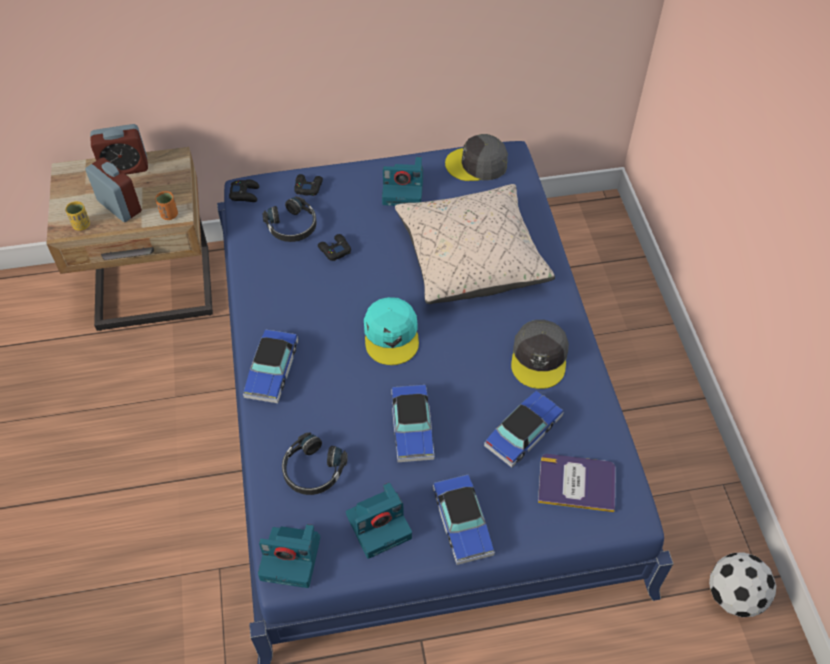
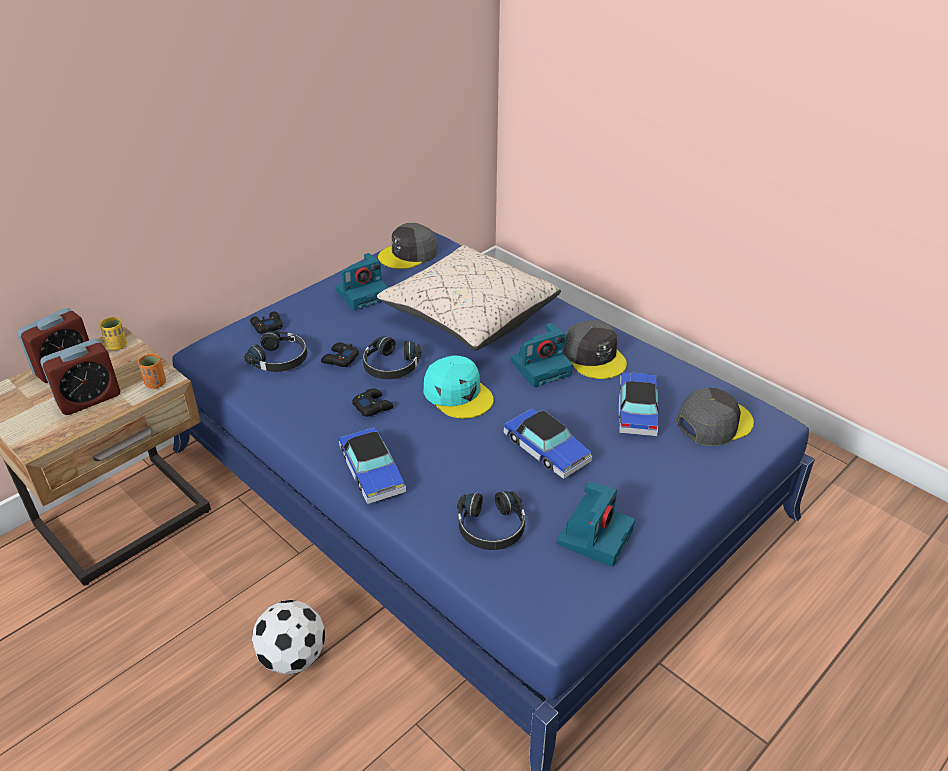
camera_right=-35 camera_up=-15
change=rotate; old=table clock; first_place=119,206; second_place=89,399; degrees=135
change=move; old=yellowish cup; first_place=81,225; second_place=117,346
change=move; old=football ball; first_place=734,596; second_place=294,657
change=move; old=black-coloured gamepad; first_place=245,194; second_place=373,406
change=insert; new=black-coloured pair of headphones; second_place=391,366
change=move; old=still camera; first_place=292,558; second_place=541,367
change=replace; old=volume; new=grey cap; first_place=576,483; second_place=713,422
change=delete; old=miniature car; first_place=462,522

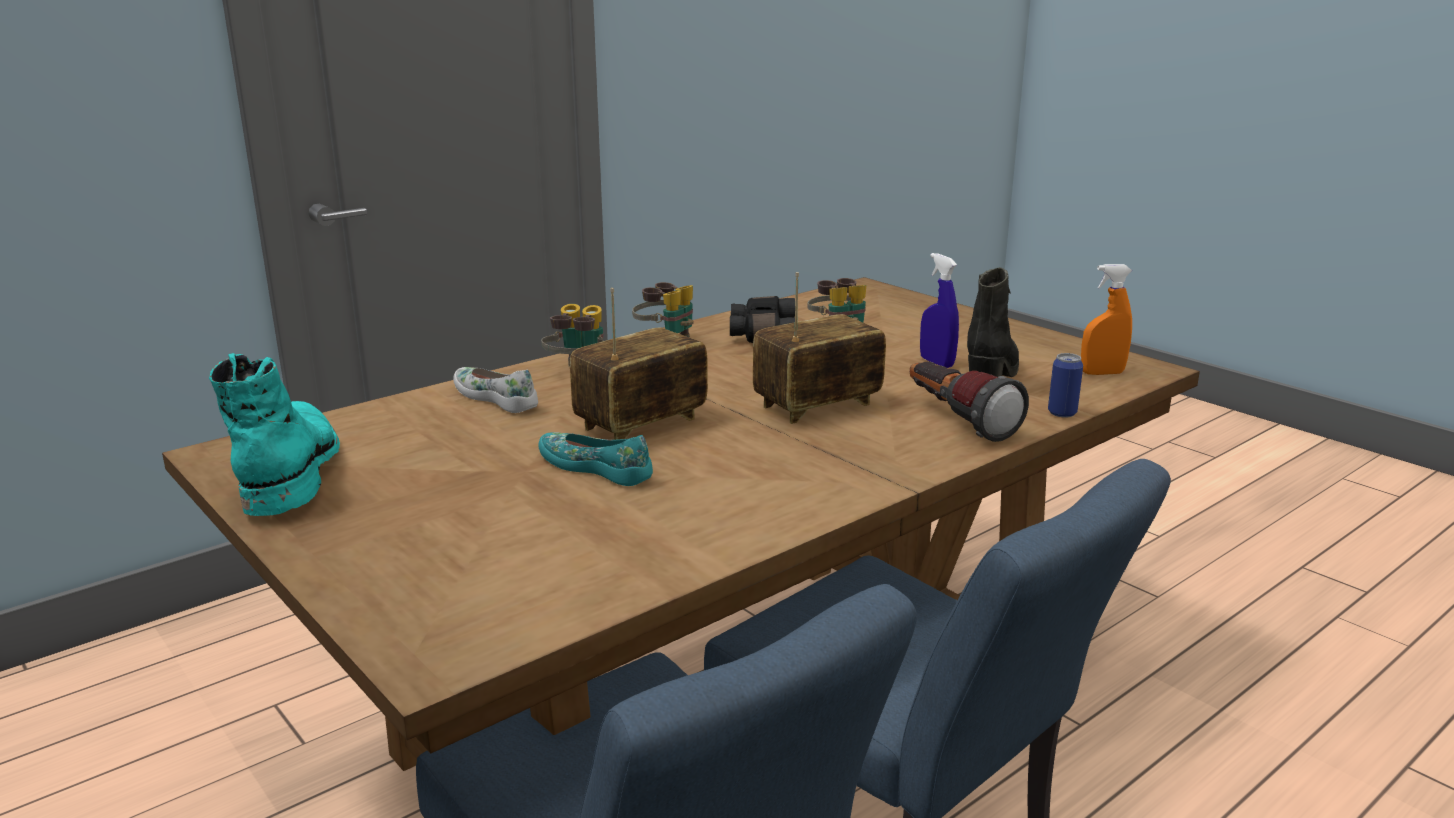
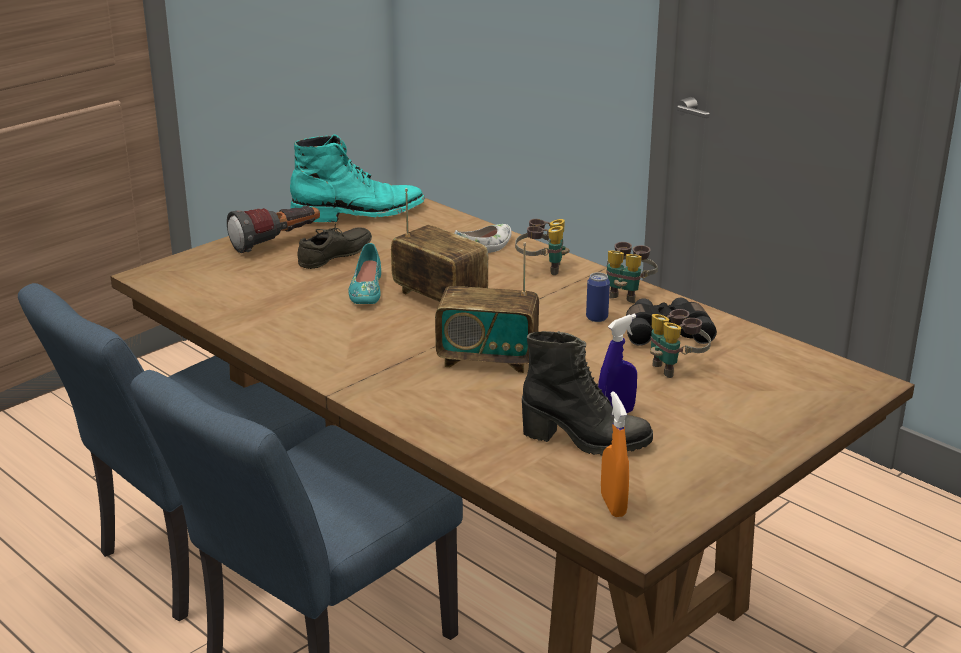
camera_right=85 camera_up=5
change=move; old=hand torch; first_place=957,420; second_place=277,243
change=insert; new=grey low shoe; second_place=337,256
change=rotate; old=blue-green low shoe; first_place=596,467; second_place=366,290; degrees=150
change=rotate; old=radio set; first_place=817,406; second_place=487,359; degrees=135
change=move; old=metal can; first_place=1062,413; second_place=597,318

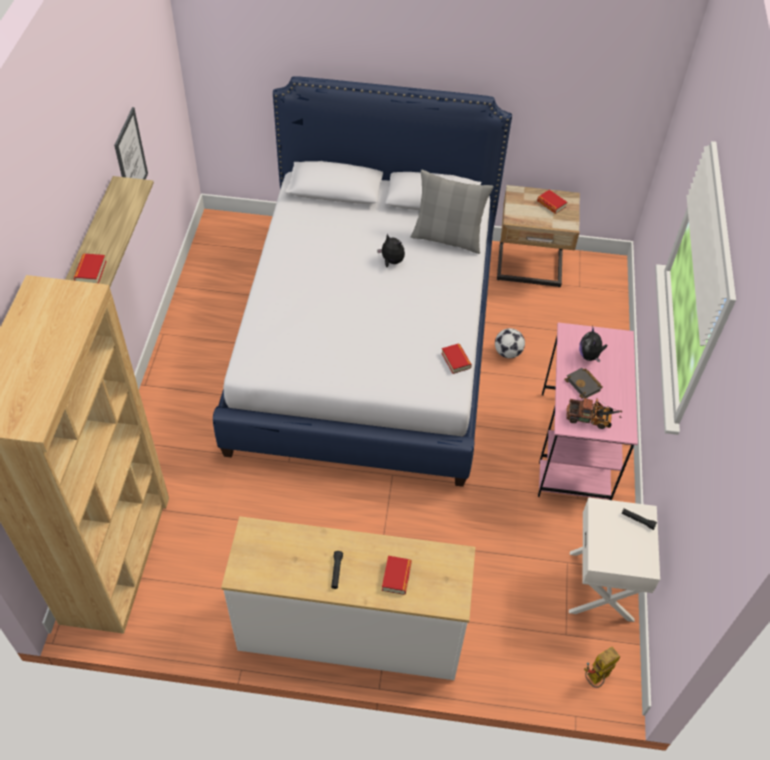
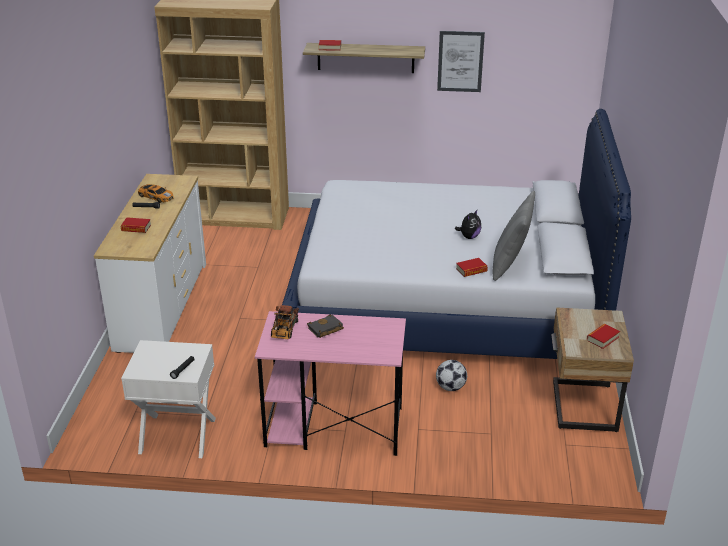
camera_right=90 camera_up=-20
change=insert; new=miniature car; second_place=155,196
change=move; old=volume; first_place=456,360; second_place=471,270
change=delete; old=cuddly toy; first_place=589,356
change=delete; old=robot figure; first_place=595,679

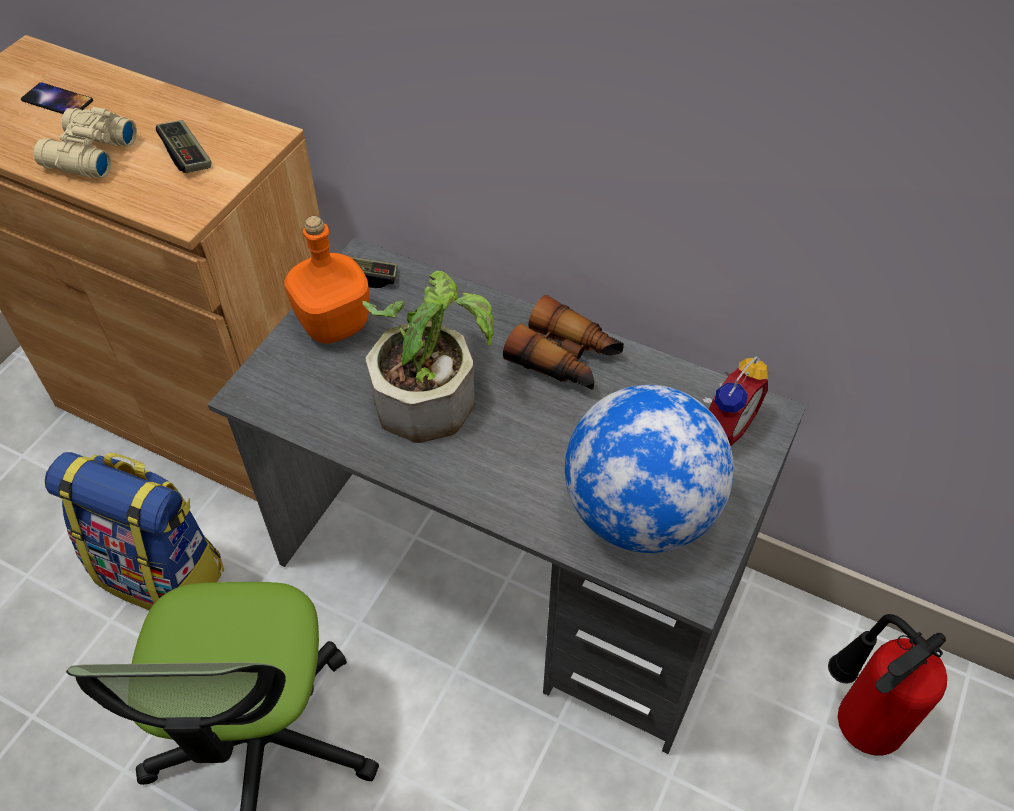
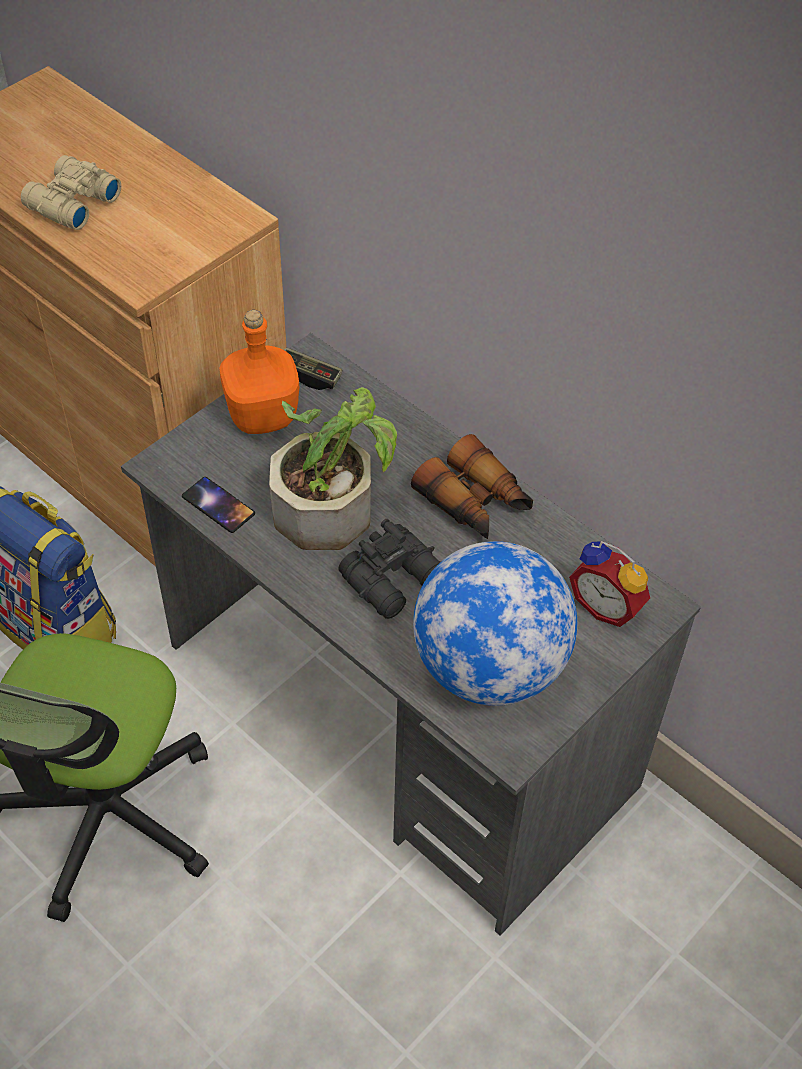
camera_right=15 camera_up=0
change=move; old=telephone; first_place=57,100; second_place=218,505
change=insert; new=black-coloured field glasses; second_place=396,580
change=rotate; old=table clock; first_place=724,425; second_place=607,605; degrees=75
change=delete; old=gamepad; first_place=186,156
change=delete; old=fire extinguisher; first_place=856,721

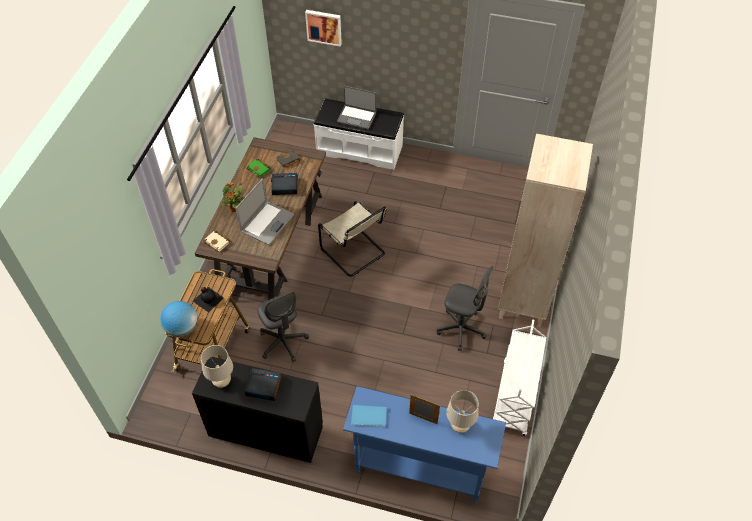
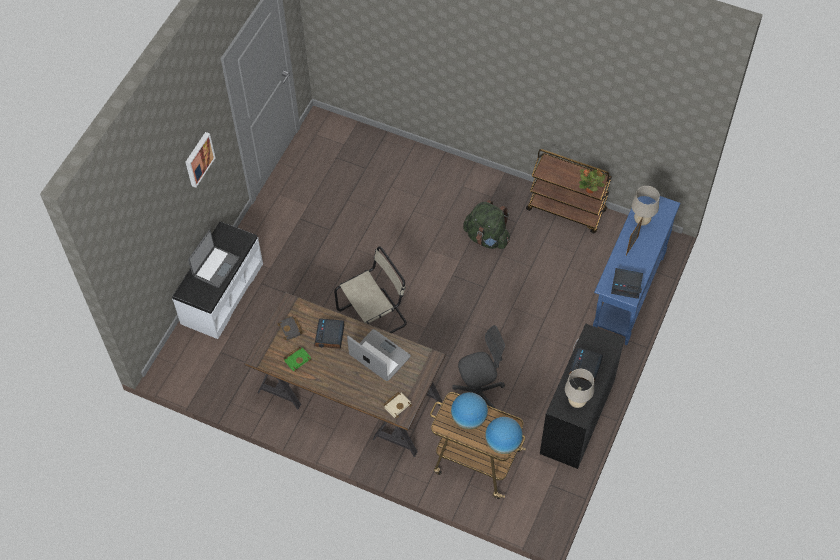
camera_right=-80 camera_up=5
change=move; old=wall art; first_place=324,27; second_place=198,159
change=replace; old=black-coloured beverage bottle; new=desk globe; first_place=208,299; second_place=468,418
change=replace; old=grey computer chair; new=green backpack; first_place=461,329; second_place=487,237
change=recolor; old=white-coloured trolley; new=brown-coloured trolley; first_place=514,398; second_place=567,210
change=move; old=plant in a pot; first_place=235,209; second_place=590,190
change=replace; old=bluish volume; new=table clock; first_place=369,417; second_place=627,285
change=delete; old=sand-coloured shelving unit; first_place=523,303

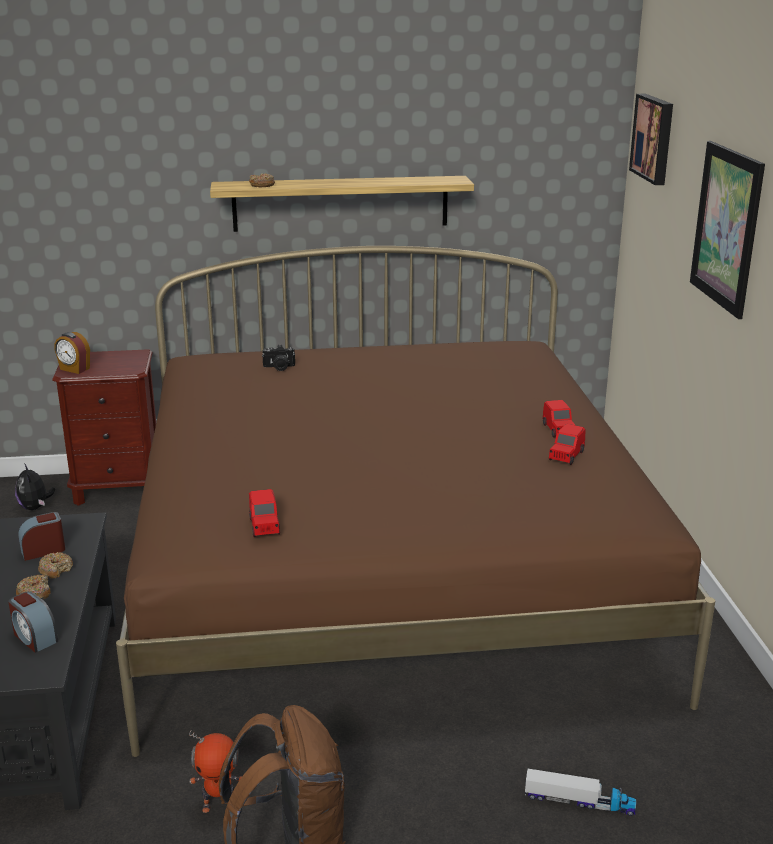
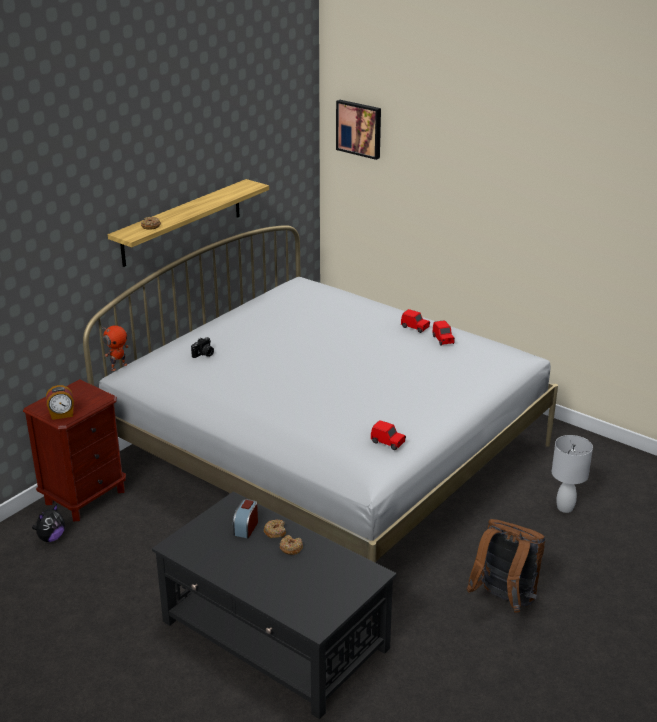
camera_right=-45 camera_up=5
change=rotate; old=cuddly toy; first_place=35,507; second_place=51,538; degrees=-75
change=recolor; old=brown-coloured bedroom bed; new=white-coloured bedroom bed; first_place=386,568; second_place=328,456
change=move; old=robot figure; first_place=219,806; second_place=118,366
change=replace; old=toy truck; new=white-coloured tabletop lamp; first_place=579,801; second_place=564,508
change=delete; old=table clock; first_place=34,637
change=delete; old=wall art; first_place=726,227

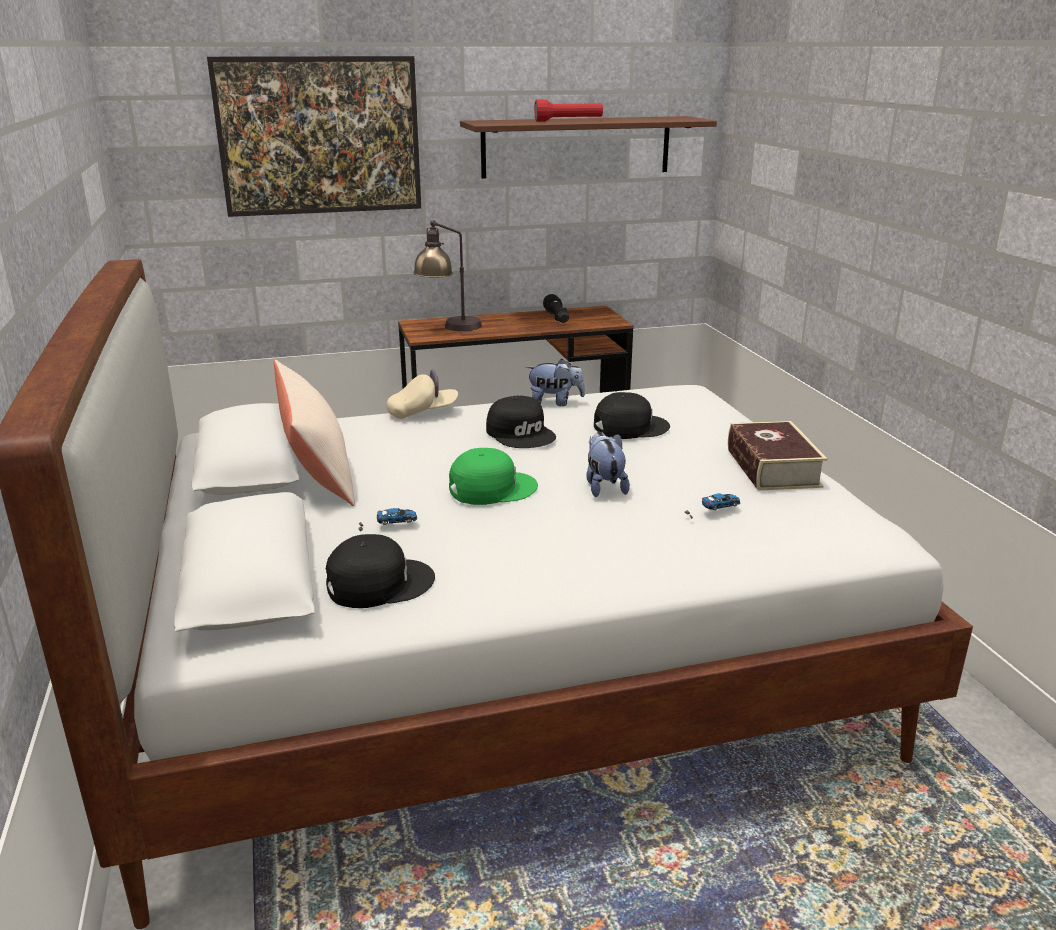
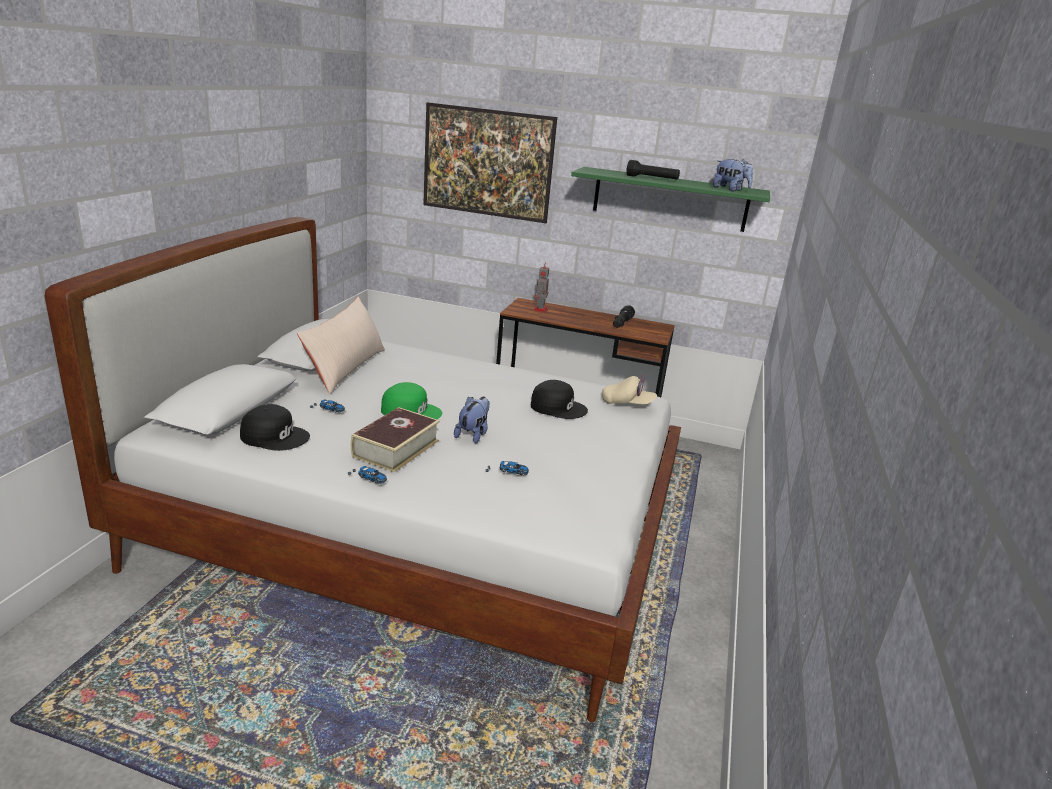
camera_right=30 camera_up=0
change=insert; new=miniature car; second_place=367,480
change=move; old=volume; first_place=772,468; second_place=396,448
change=replace; old=tabletop lamp; new=robot figure; first_place=449,327; second_place=540,310
change=recolor; old=brown-coloured bracket shelf; new=green bracket shelf; first_place=576,147; second_place=670,199
change=move; old=sand-coloured cap; first_place=423,412; second_place=627,404
change=recolor; old=red hand torch; new=black-coloured hand torch; first_place=568,121; second_place=652,179
change=move; old=cuddly toy; first_place=555,402; second_place=730,190
change=delete; old=black-coloured cap; first_place=521,433

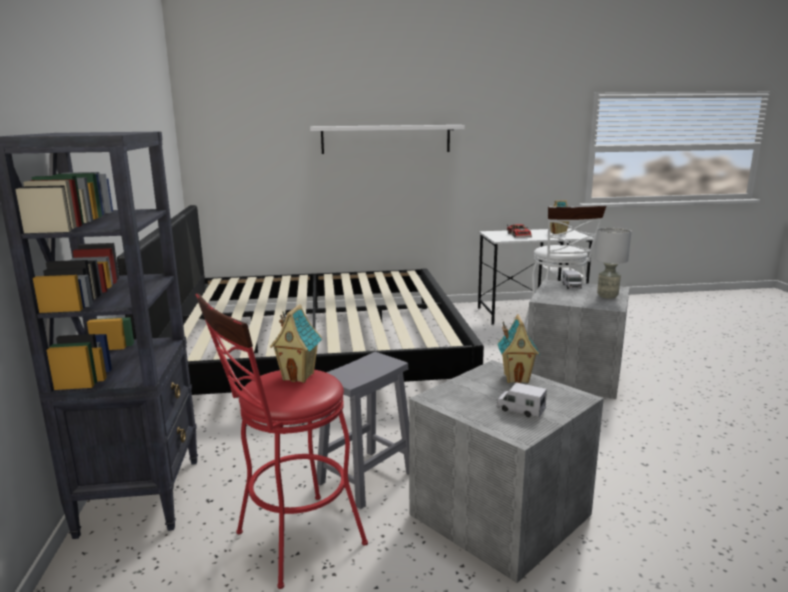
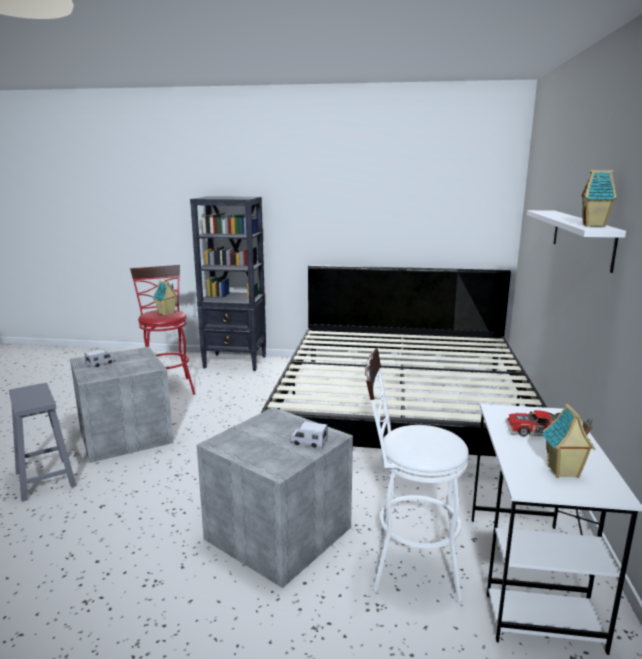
camera_right=105 camera_up=0
change=move; old=grey stool seat; first_place=367,477; second_place=46,479
change=move; old=toy house; first_place=516,378; second_place=594,225
change=delete; old=grey tabletop lamp; first_place=607,296

